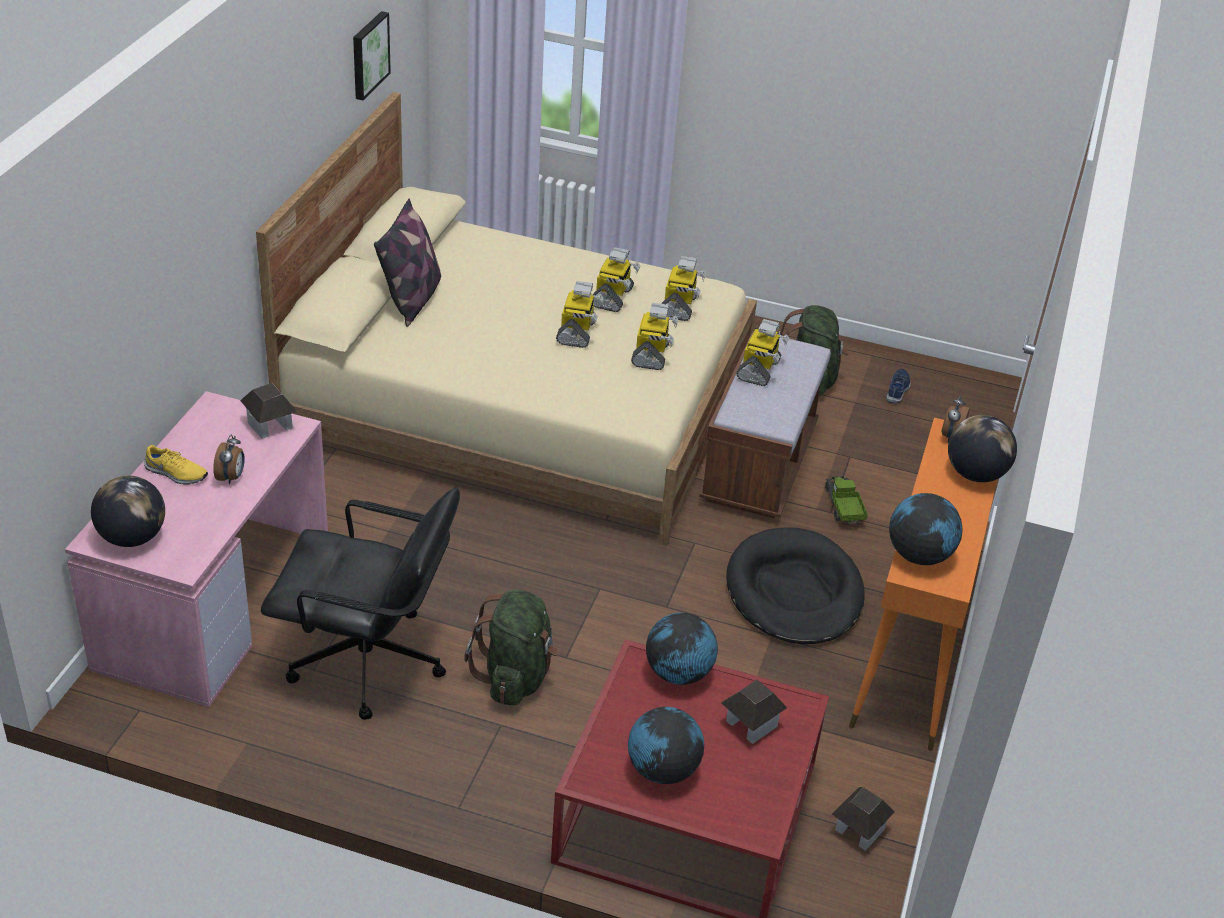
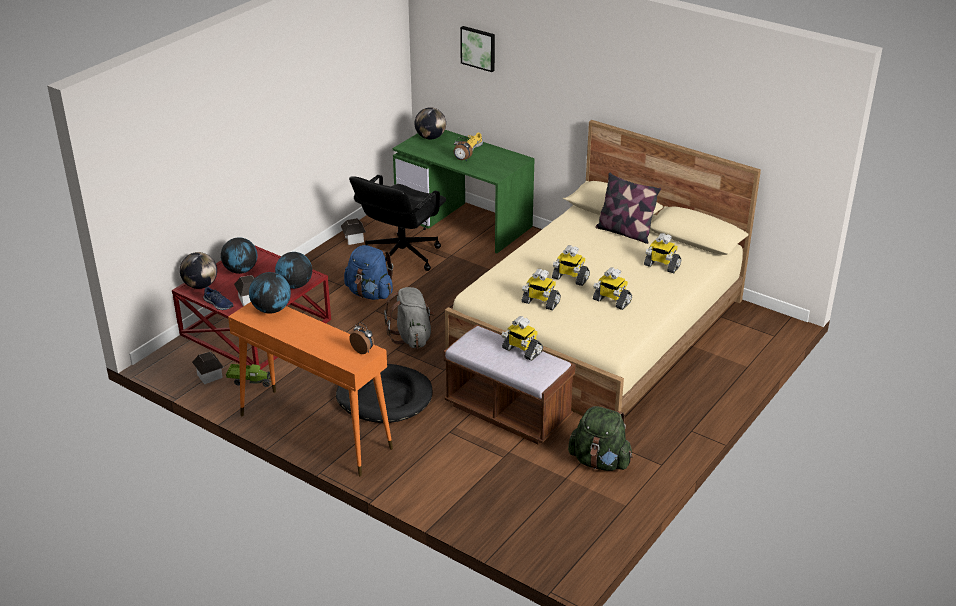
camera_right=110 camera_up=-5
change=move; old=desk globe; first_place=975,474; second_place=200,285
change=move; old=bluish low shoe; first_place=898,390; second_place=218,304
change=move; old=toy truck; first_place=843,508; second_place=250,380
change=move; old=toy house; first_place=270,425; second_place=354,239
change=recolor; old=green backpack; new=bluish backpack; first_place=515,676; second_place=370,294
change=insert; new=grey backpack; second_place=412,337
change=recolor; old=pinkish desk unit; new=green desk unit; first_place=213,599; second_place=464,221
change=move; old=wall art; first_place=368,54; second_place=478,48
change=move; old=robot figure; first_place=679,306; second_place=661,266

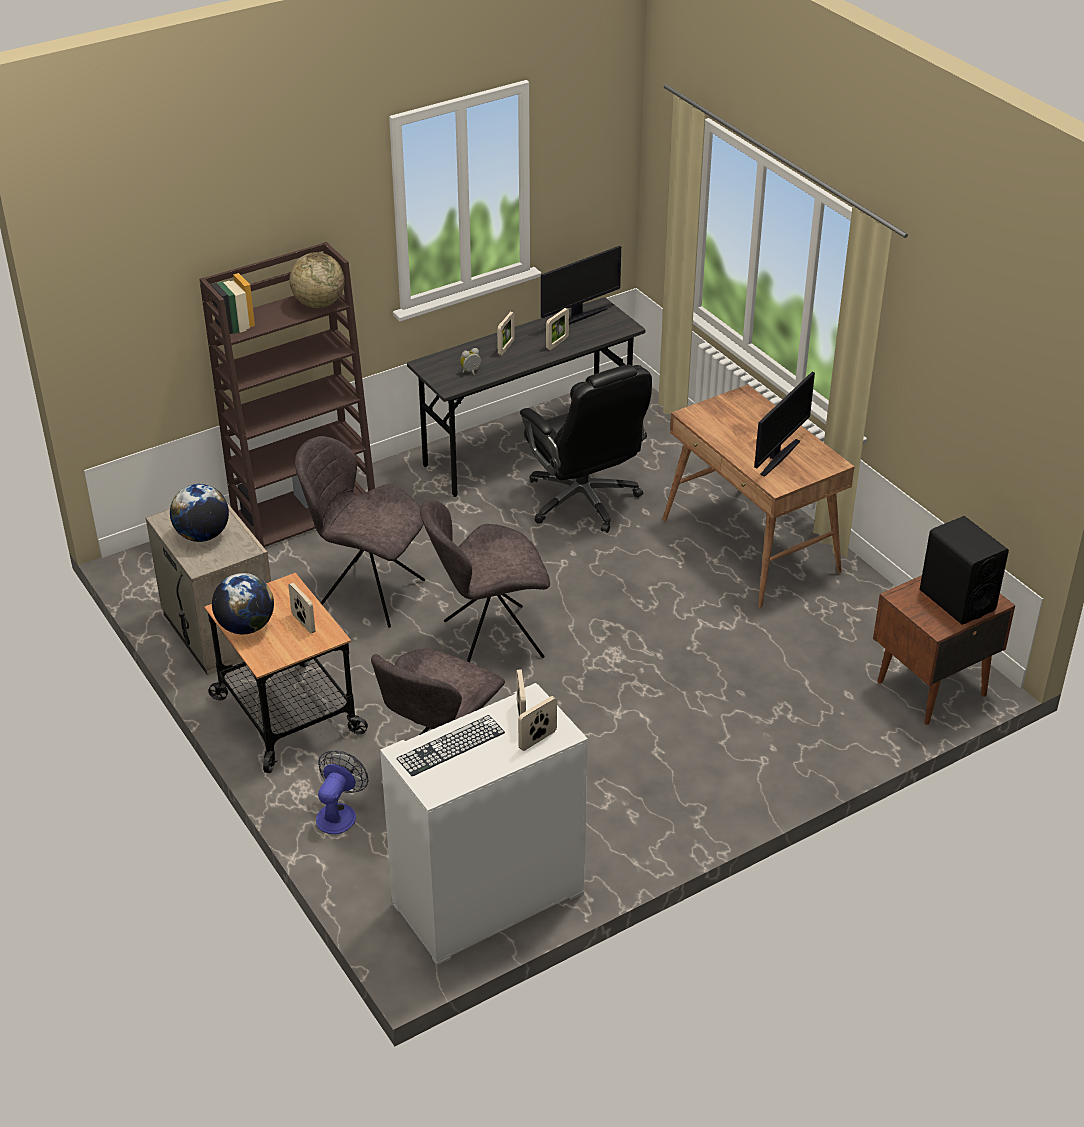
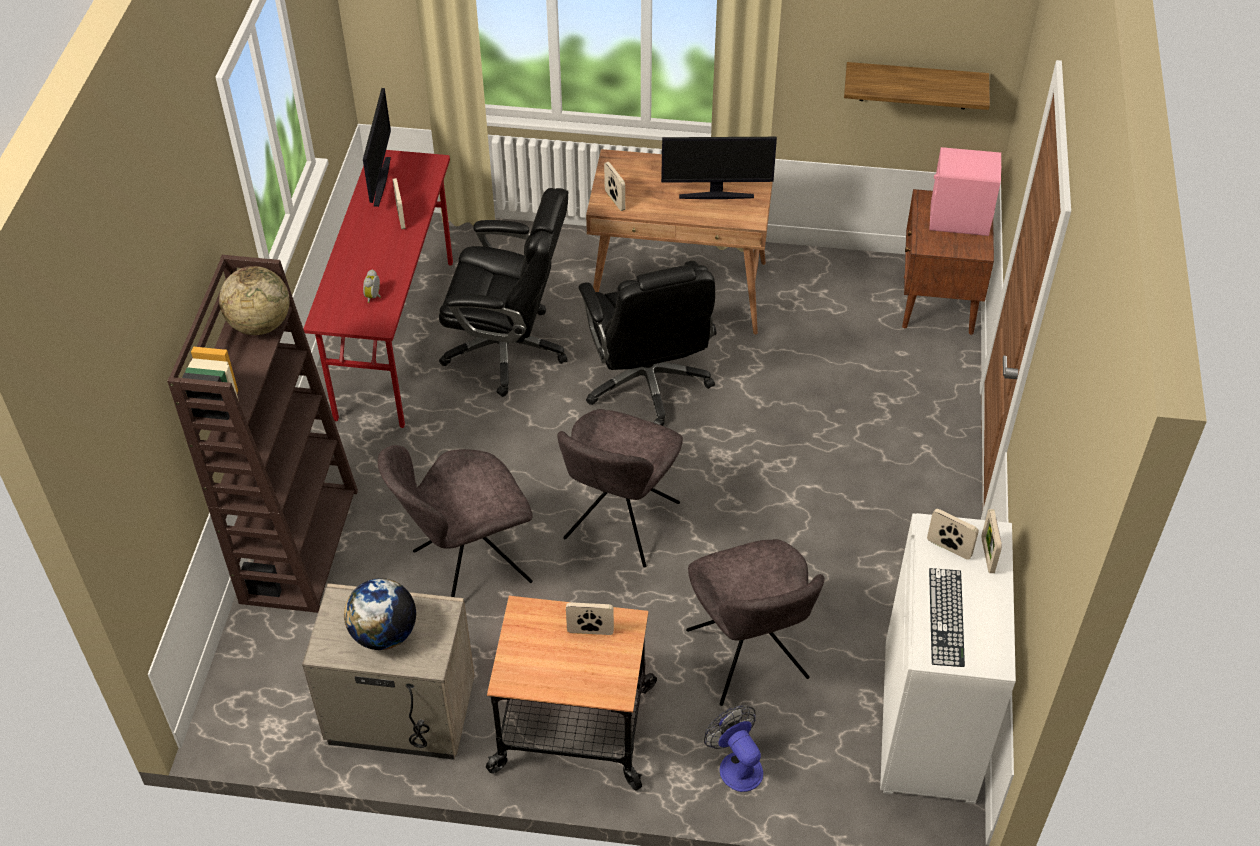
camera_right=-50 camera_up=10
change=recolor; old=grey desk unit; new=red desk unit; first_place=527,448; second_place=395,338
change=insert; new=black-coloured computer chair; second_place=648,383
change=move; old=standing frame; first_place=506,347; second_place=614,200
change=rotate; old=computer display; first_place=778,457; second_place=716,195; degrees=105
change=insert; new=bracket shelf; second_place=914,86
change=recolor; old=black-coloured speaker; new=pinkish speaker; first_place=957,600; second_place=958,220
change=delete; old=desk globe; first_place=246,626

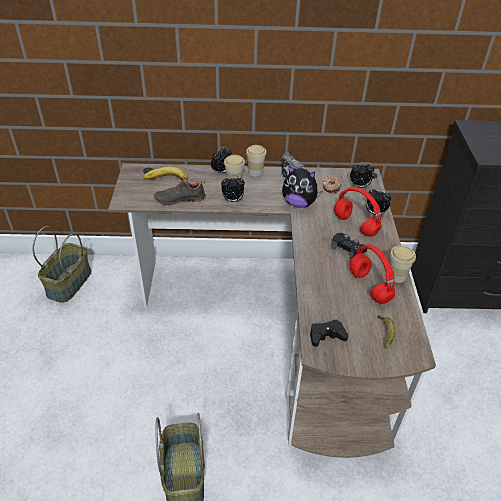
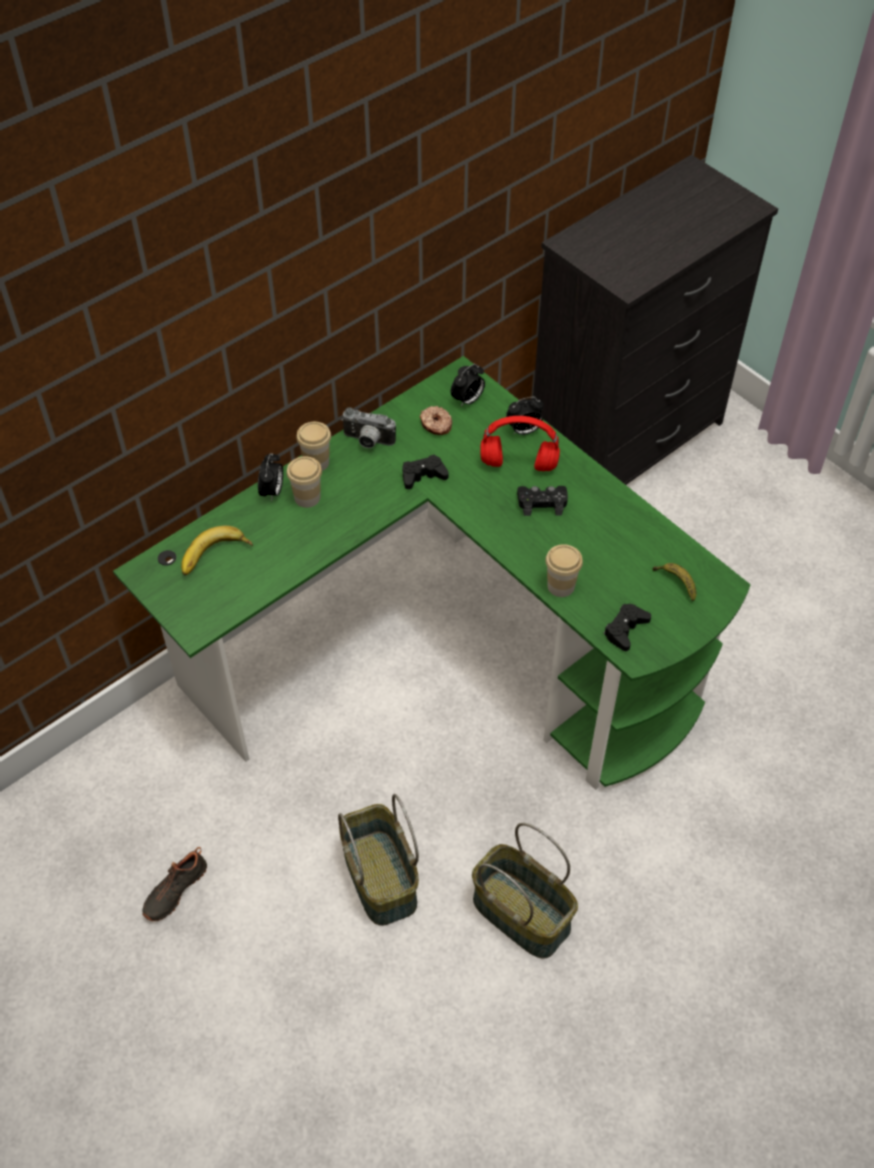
camera_right=-40 camera_up=10
change=recolor; old=brown-coloured desk unit; new=green desk unit; first_place=283,323; second_place=449,647
change=move; old=black-coloured low shoe; first_place=179,199; second_place=174,889
change=move; old=household basket; first_place=69,282; second_place=378,877
change=replace; old=cuddly toy; new=black-coloured gamepad; first_place=299,203; second_place=423,476
change=move; old=cup; first_place=396,276; second_place=561,586
change=delete; old=table clock; first_place=232,200
change=delete; old=red pair of headphones; first_place=368,286

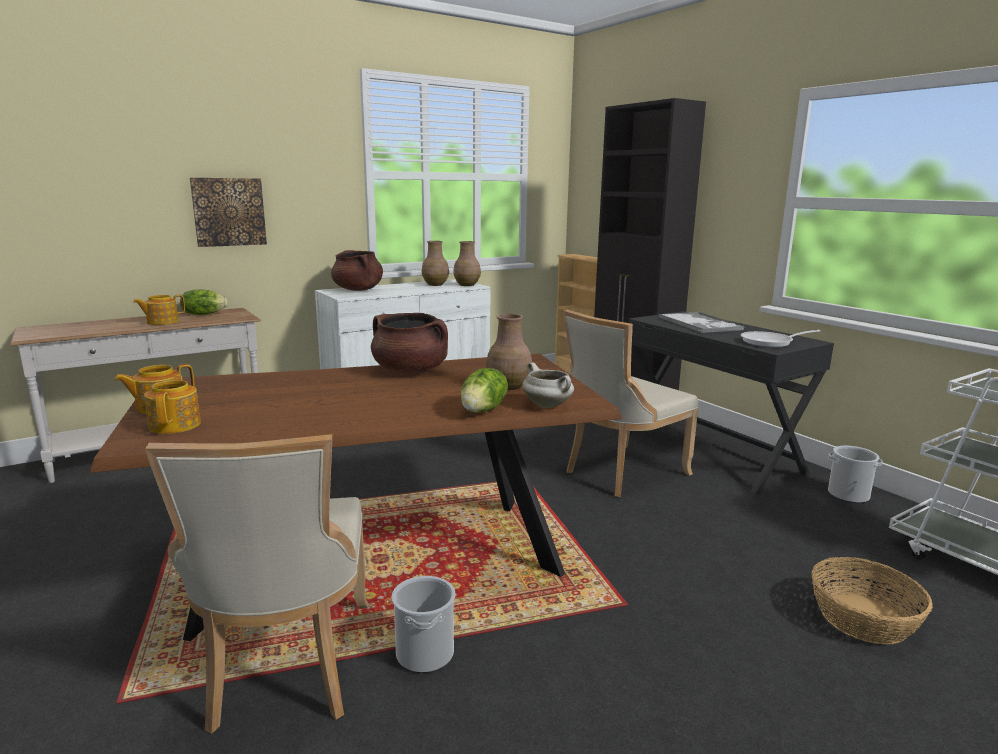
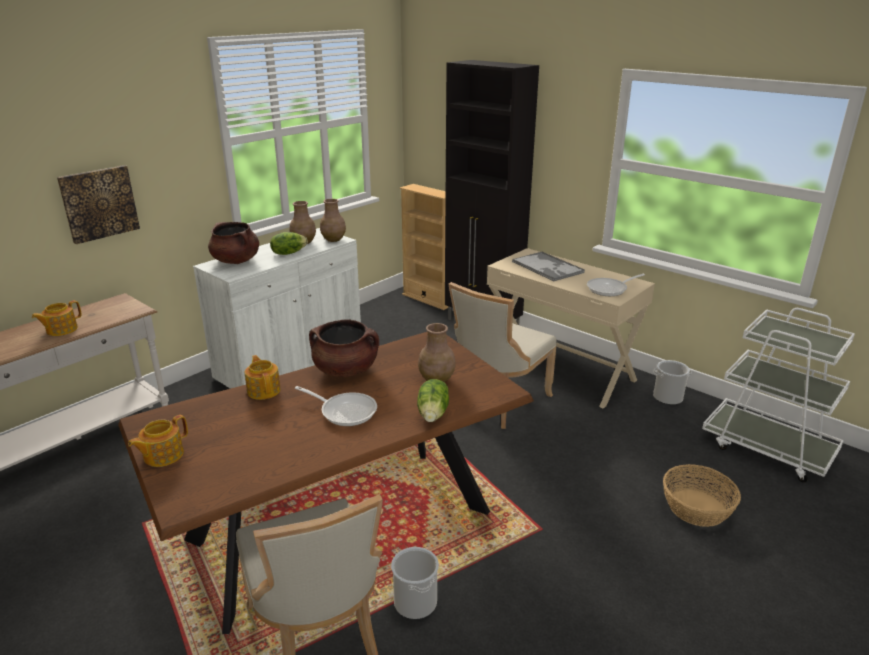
camera_right=-15 camera_up=10
change=move; old=pot for tea; first_place=176,425; second_place=264,390
change=move; old=lettuce head; first_place=203,314; second_place=288,253
change=insert; new=frying pan; second_place=345,411
change=recolor; old=black-coloured desk unit; new=sand-coloured desk unit; first_place=710,452; second_place=560,369
change=delete; old=white-coloured saucepot; first_place=548,405

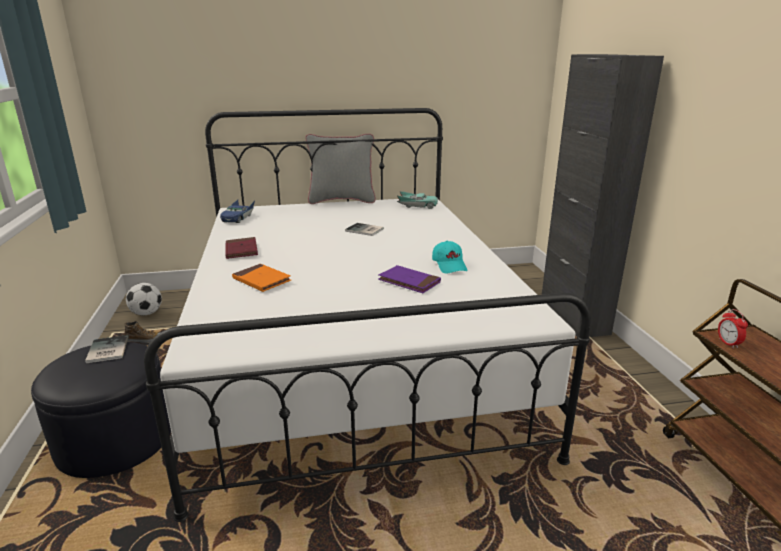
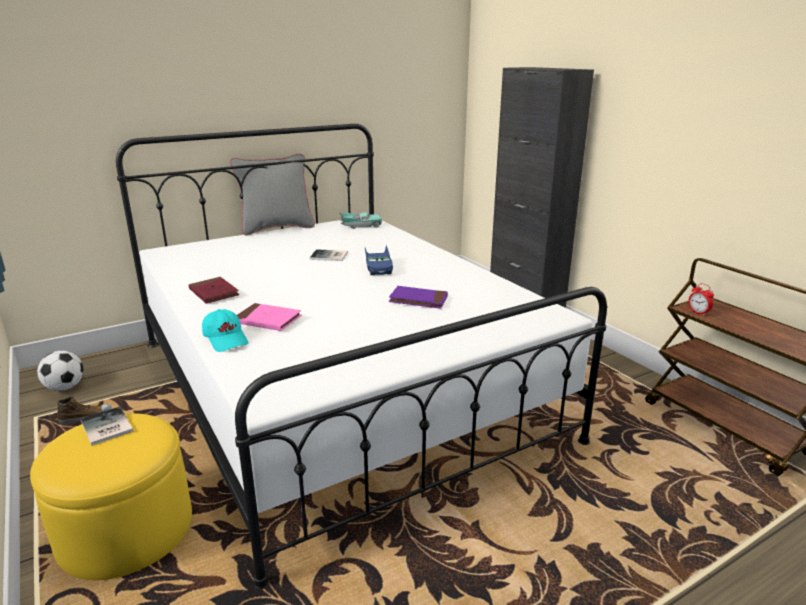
camera_right=-20 camera_up=0
change=recolor; old=black-coloured ottoman; new=yellowish ottoman; first_place=115,439; second_place=125,530
change=move; old=blue-green cap; first_place=449,265; second_place=226,339
change=recolor; old=orangey volume; new=pinkish volume; first_place=261,280; second_place=267,320
change=move; old=bluish miniature car; first_place=238,218; second_place=378,268

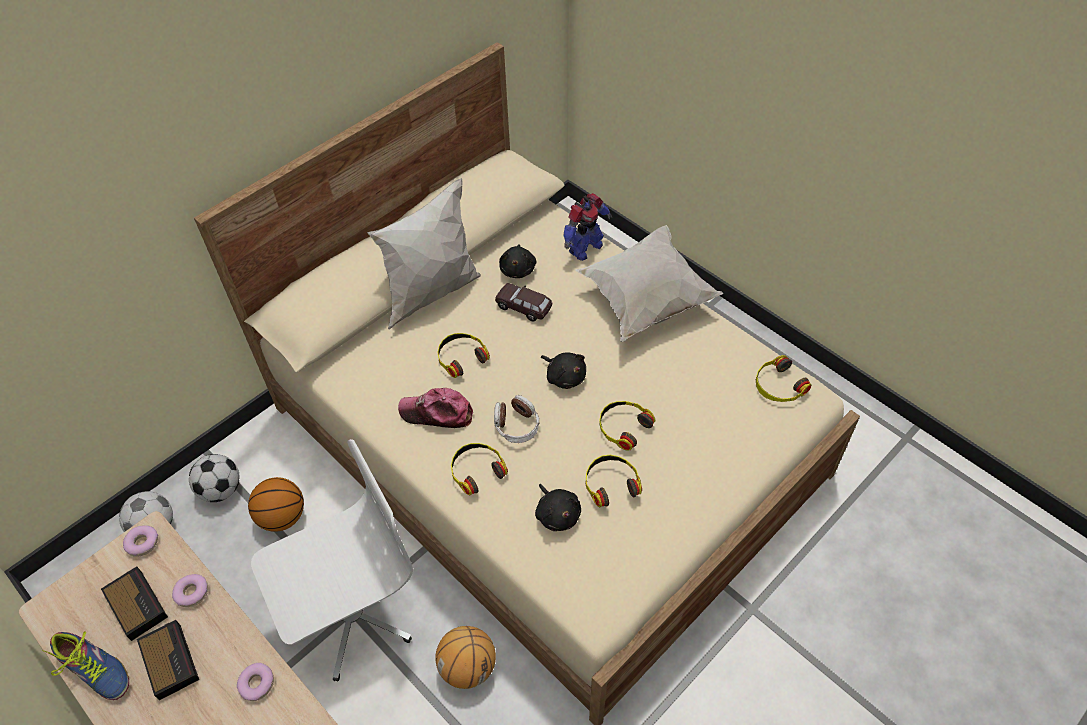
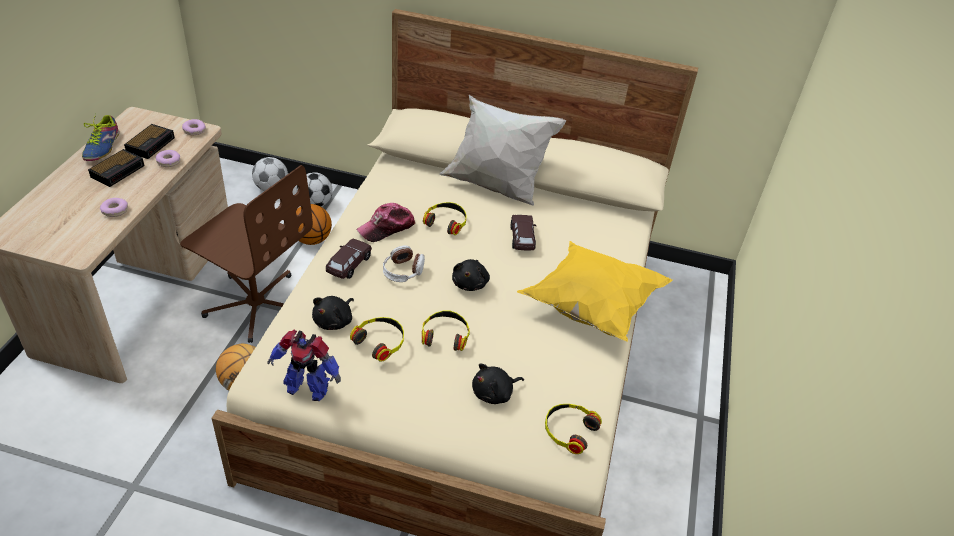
camera_right=55 camera_up=-10
change=recolor; old=white-coloured computer chair; new=brown-coloured computer chair; first_place=351,614; second_place=256,304
change=move; old=robot figure; first_place=584,248; second_place=307,387
change=replace; old=pair of headphones; new=brown-coloured miniature car; first_place=477,470; second_place=349,265
change=rotate; old=cap; first_place=437,413; second_place=386,227; degrees=-105
change=move; old=black-coloured cuddly toy; first_place=518,269; second_place=494,393
change=recolor; old=white-coloured pillow; new=yellowish pillow; first_place=644,301; second_place=590,307

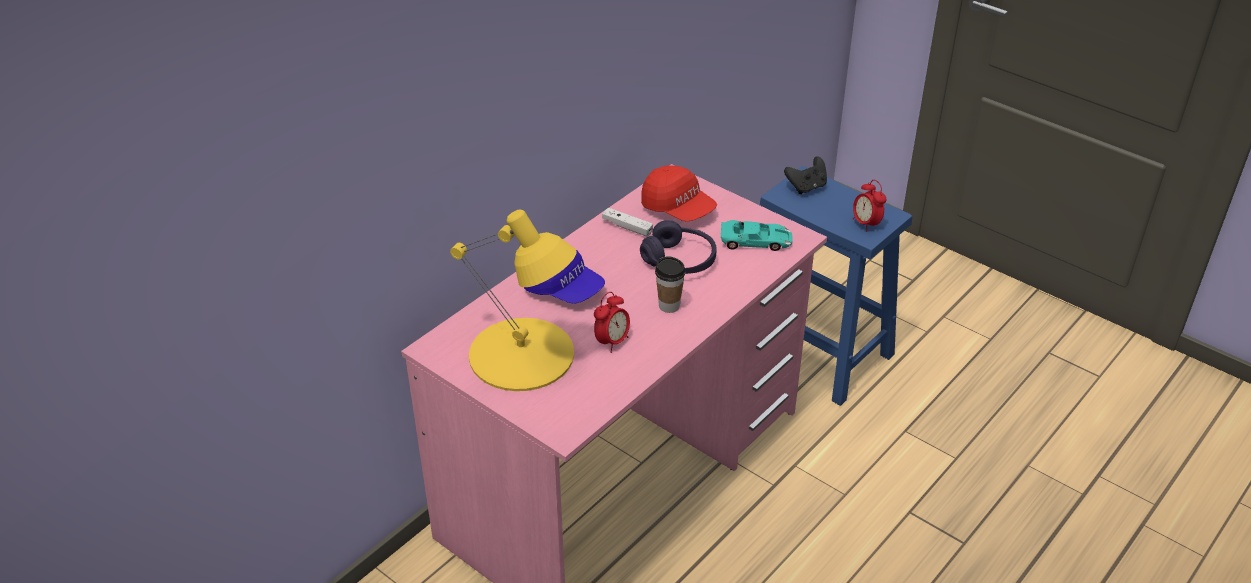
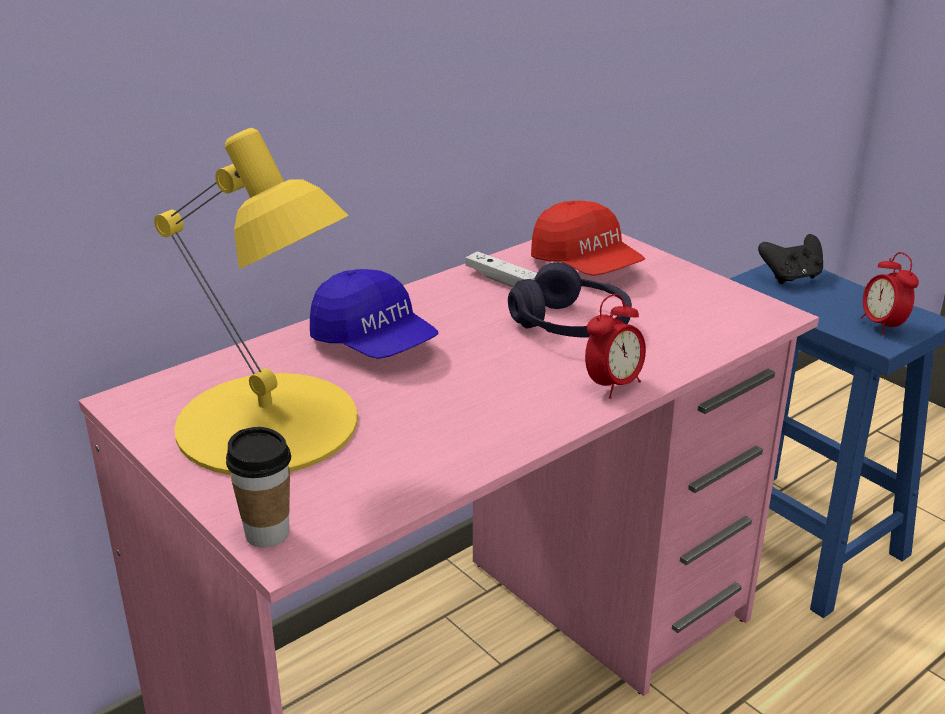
camera_right=10 camera_up=-10
change=move; old=cup; first_place=669,306; second_place=267,533
change=move; old=table clock; first_place=612,342; second_place=613,385
change=delete; old=blue-green miniature car; first_place=756,241

